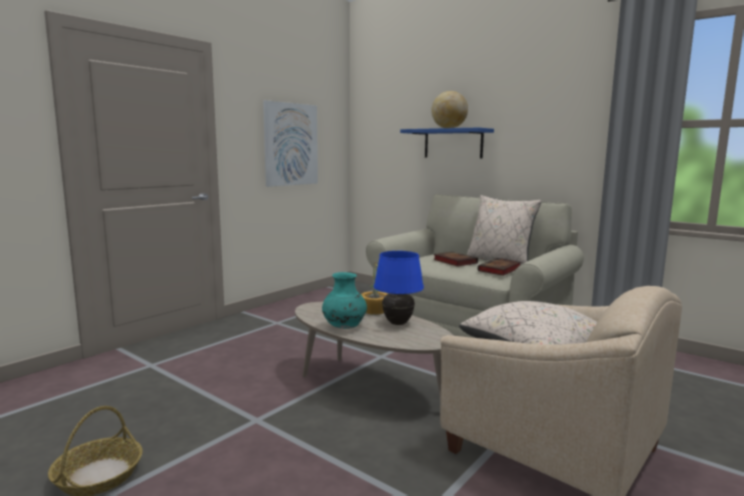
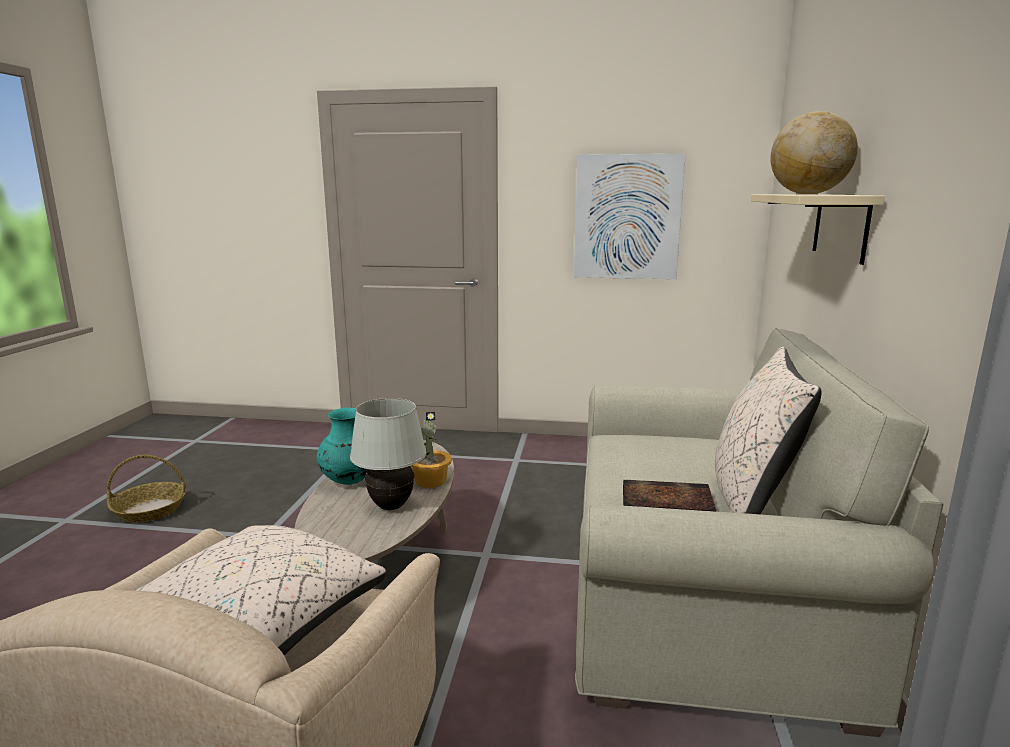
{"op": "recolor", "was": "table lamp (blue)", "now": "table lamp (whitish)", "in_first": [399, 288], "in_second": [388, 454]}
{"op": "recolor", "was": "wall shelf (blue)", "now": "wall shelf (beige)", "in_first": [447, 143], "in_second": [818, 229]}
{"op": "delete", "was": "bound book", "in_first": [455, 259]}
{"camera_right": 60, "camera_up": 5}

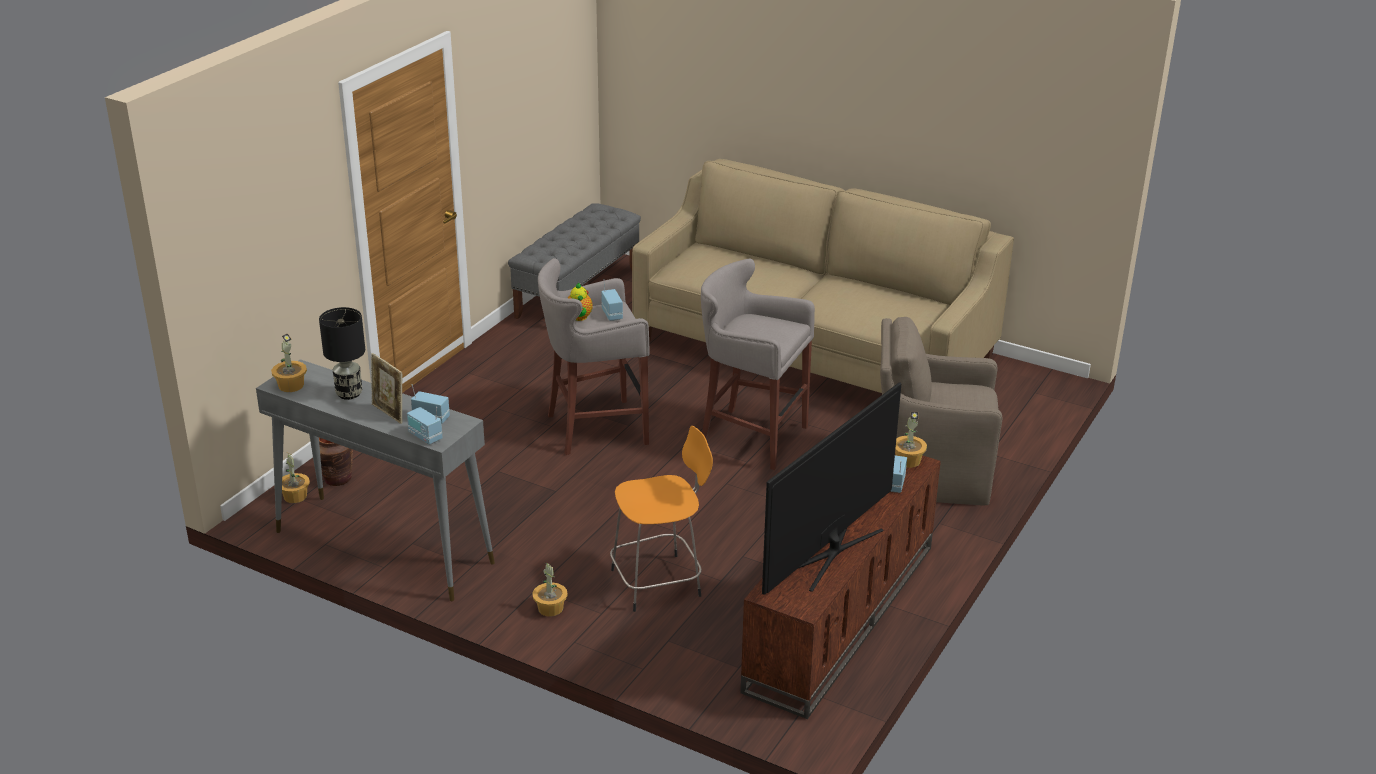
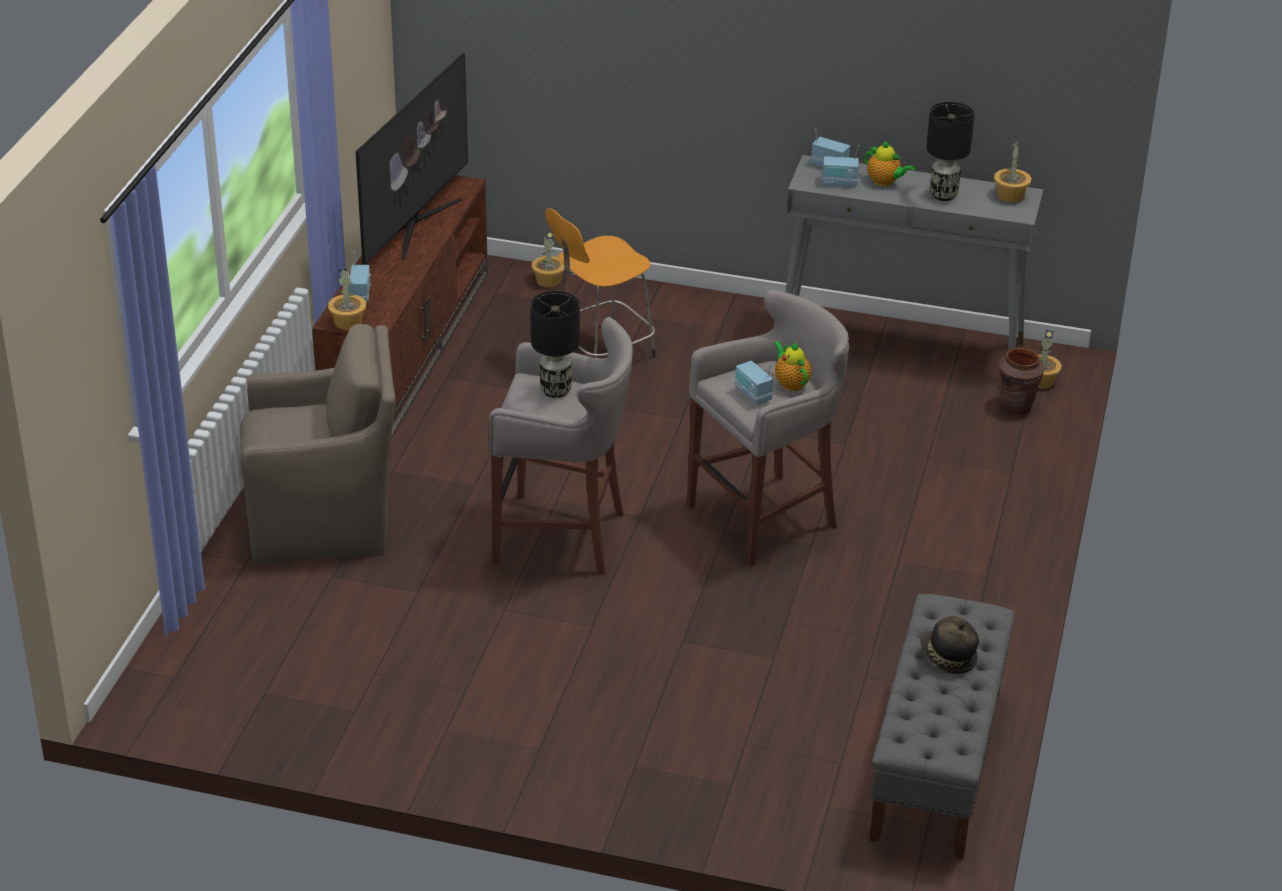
{"op": "insert", "now": "table lamp (black)", "in_second": [555, 344]}
{"op": "move", "was": "potted plant", "in_first": [550, 590], "in_second": [548, 259]}
{"op": "replace", "was": "photo frame", "now": "pot for tea", "in_first": [386, 388], "in_second": [889, 163]}
{"op": "insert", "now": "clothing hat", "in_second": [949, 645]}
{"op": "delete", "was": "settee (beige)", "in_first": [823, 276]}
{"camera_right": 165, "camera_up": 5}

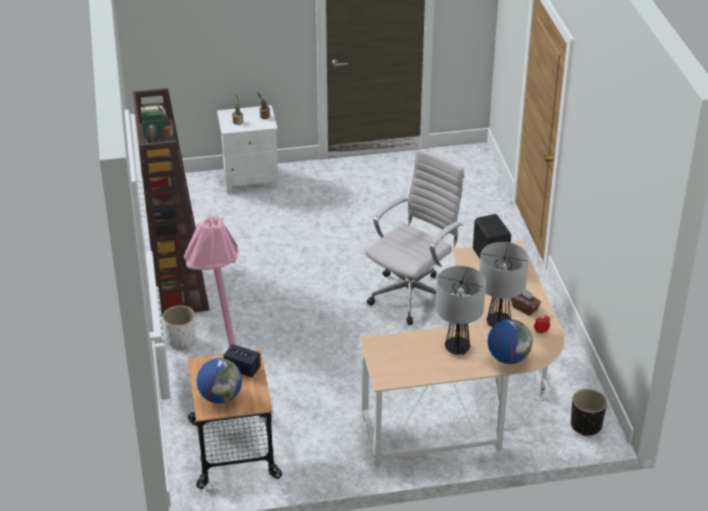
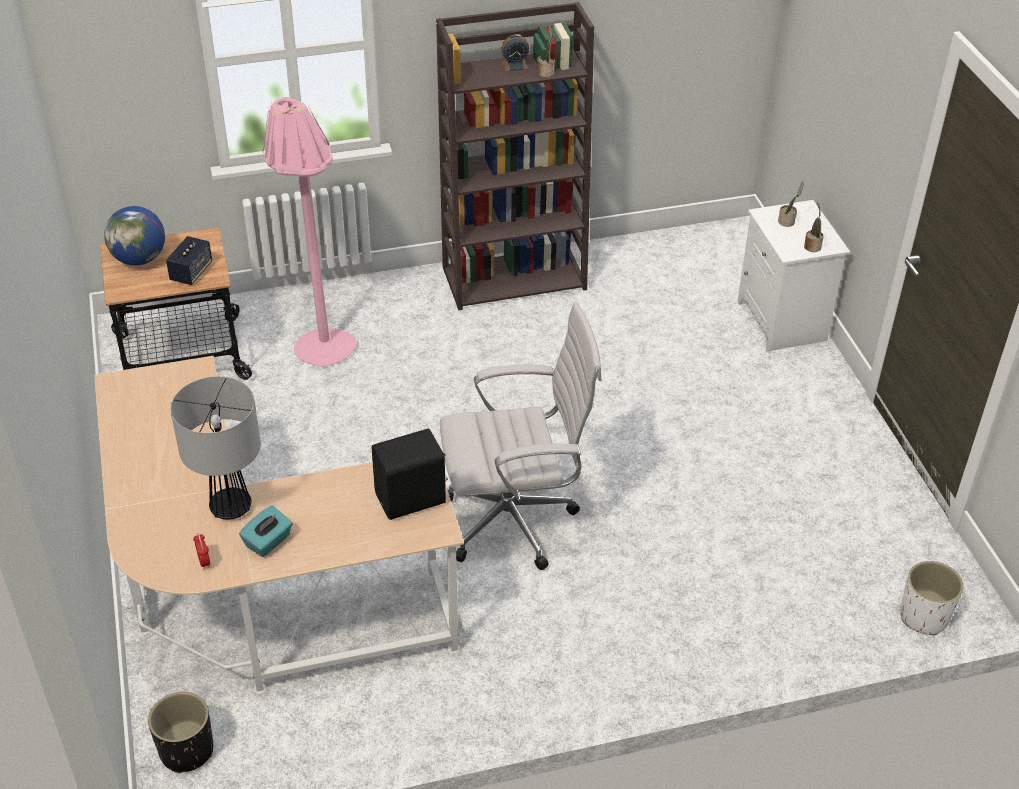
{"op": "recolor", "was": "tissue box (brownish)", "now": "tissue box (blue-green)", "in_first": [526, 303], "in_second": [266, 531]}
{"op": "rotate", "was": "computer chair (whitish)", "in_first": [414, 237], "in_second": [521, 436], "clockwise": -45}
{"op": "move", "was": "planter (whitish)", "in_first": [179, 327], "in_second": [932, 598]}
{"op": "delete", "was": "table lamp", "in_first": [461, 310]}
{"op": "delete", "was": "world globe", "in_first": [510, 341]}
{"camera_right": 85, "camera_up": 5}

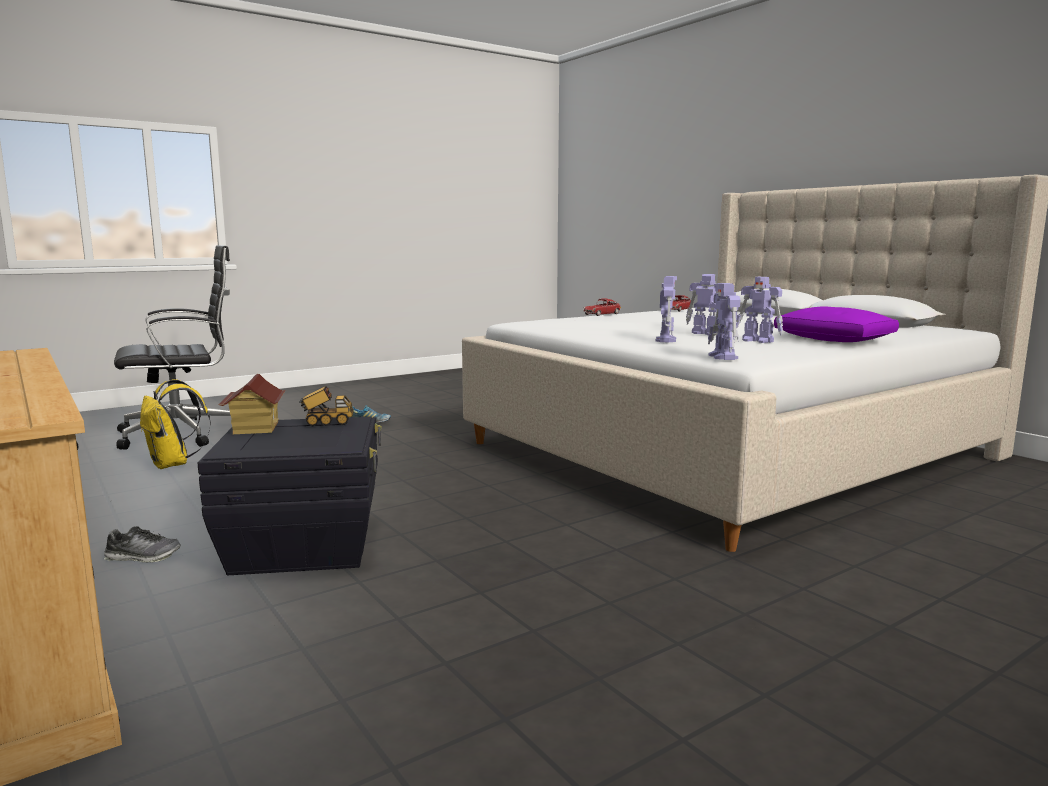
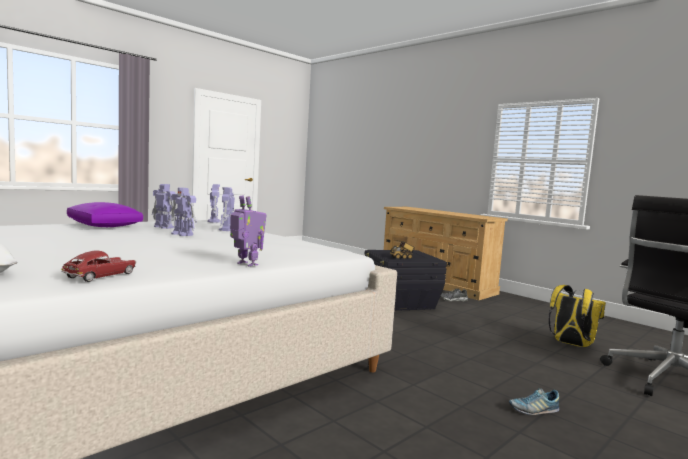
{"op": "replace", "was": "model car", "now": "robot figure", "in_first": [602, 307], "in_second": [248, 231]}
{"op": "delete", "was": "toy house", "in_first": [252, 404]}
{"camera_right": 170, "camera_up": -5}

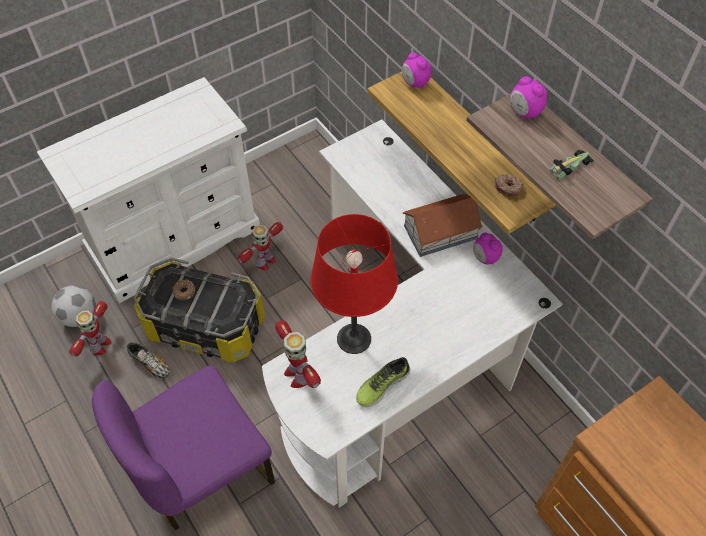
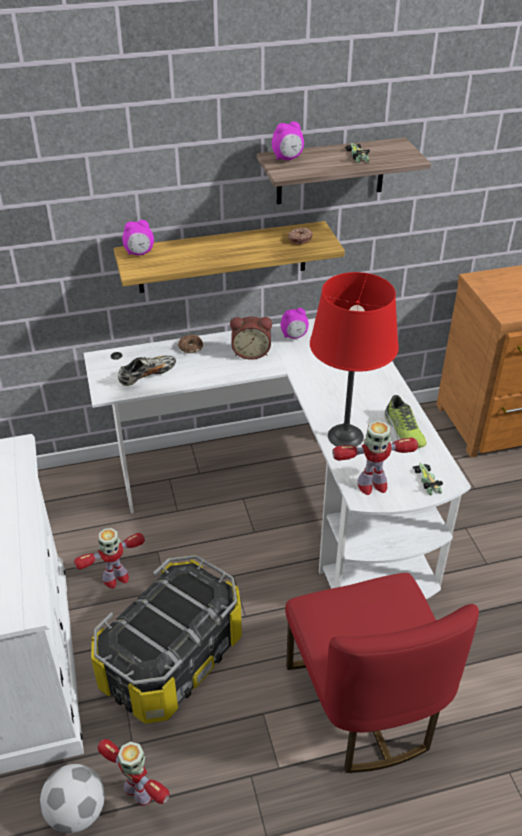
{"op": "rotate", "was": "robot figure", "in_first": [260, 246], "in_second": [109, 558], "clockwise": 90}
{"op": "move", "was": "low shoe", "in_first": [148, 360], "in_second": [147, 370]}
{"op": "move", "was": "donut", "in_first": [183, 289], "in_second": [190, 344]}
{"op": "replace", "was": "toy house", "now": "bedside clock", "in_first": [443, 225], "in_second": [251, 338]}
{"op": "recolor", "was": "plain chair (purple)", "now": "plain chair (reddish)", "in_first": [183, 447], "in_second": [382, 673]}
{"op": "insert", "now": "model car", "in_second": [428, 479]}
{"camera_right": -70, "camera_up": -15}

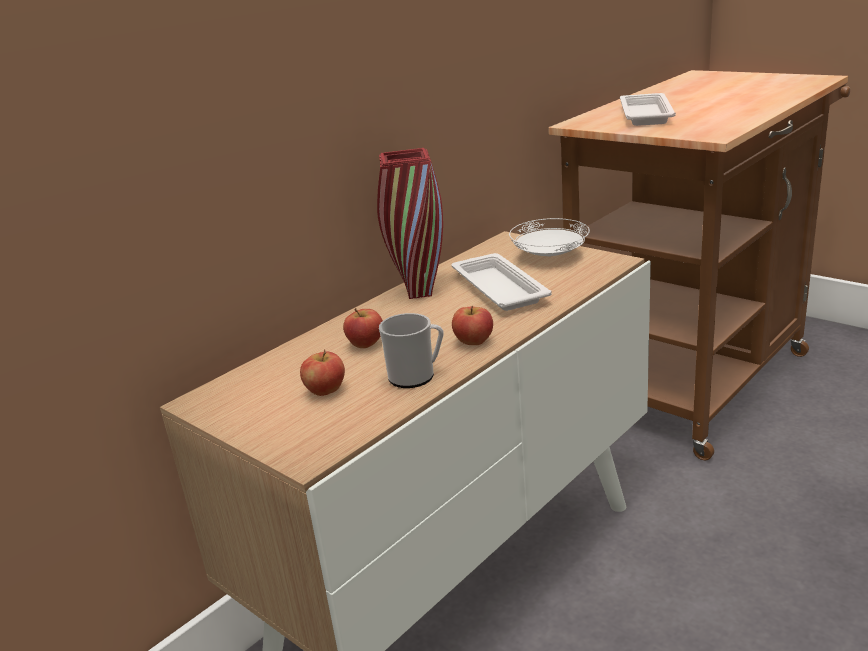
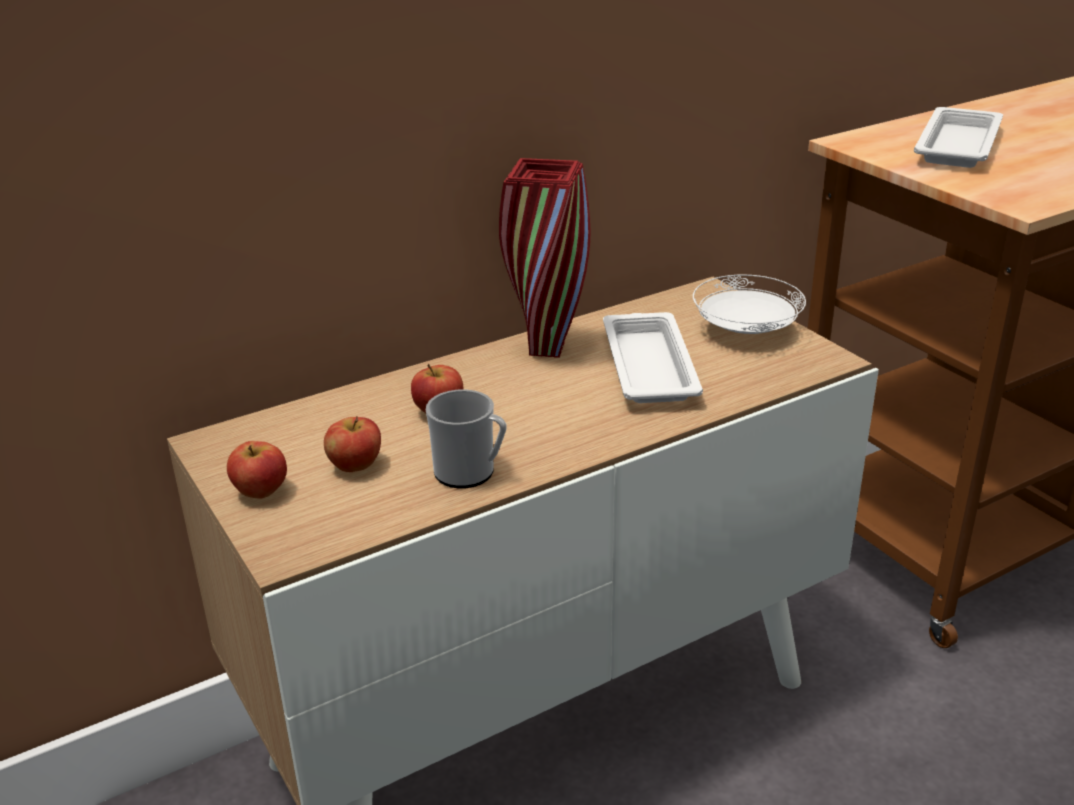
{"op": "move", "was": "apple", "in_first": [472, 325], "in_second": [257, 470]}
{"camera_right": 15, "camera_up": 5}

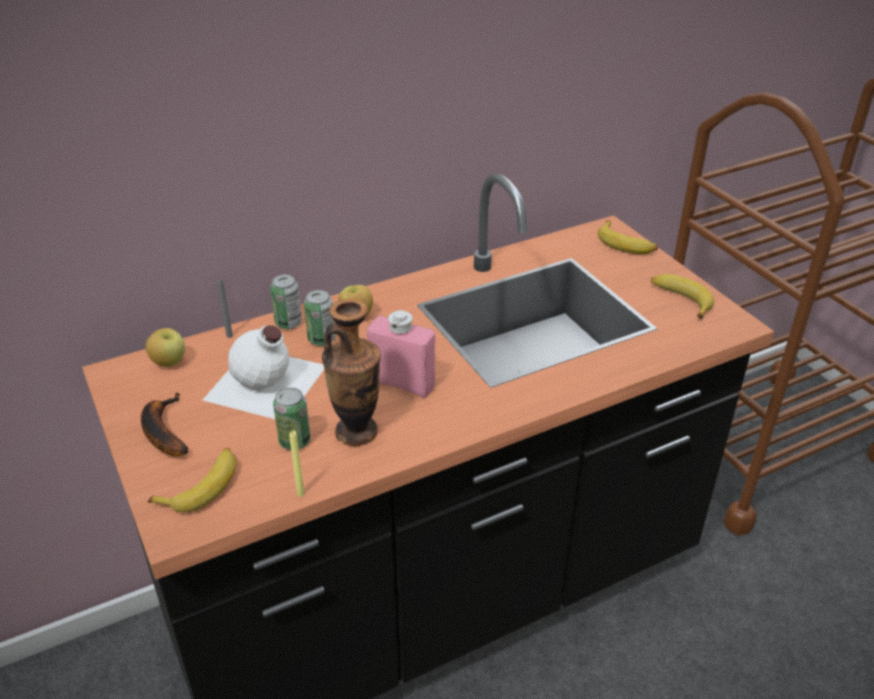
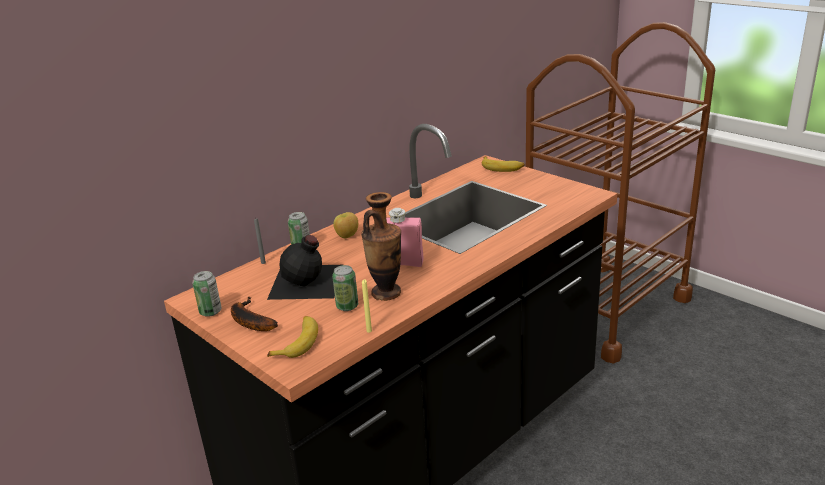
{"op": "move", "was": "can", "in_first": [319, 318], "in_second": [207, 294]}
{"op": "recolor", "was": "beverage bottle (whitish)", "now": "beverage bottle (black)", "in_first": [263, 372], "in_second": [304, 267]}
{"op": "delete", "was": "apple", "in_first": [165, 347]}
{"op": "delete", "was": "banana fruit", "in_first": [682, 296]}
{"camera_right": -15, "camera_up": -10}

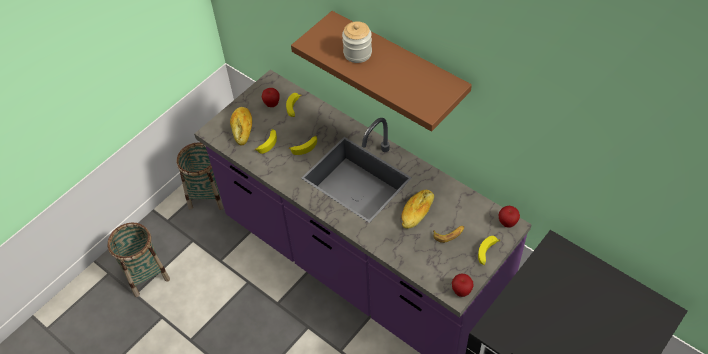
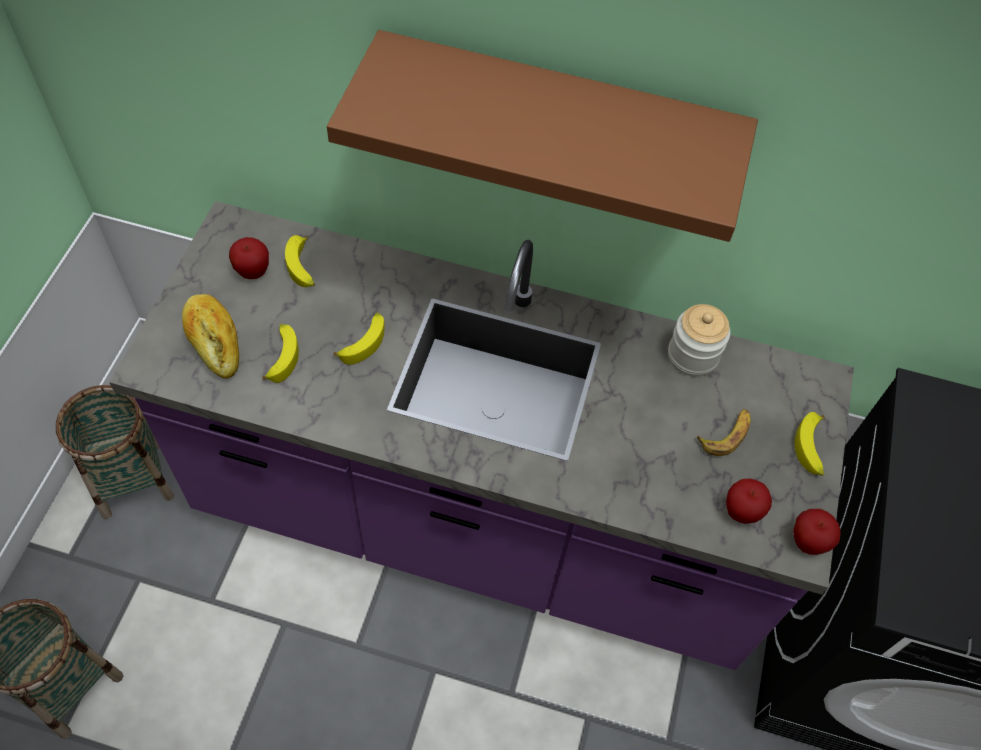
{"op": "move", "was": "jar", "in_first": [357, 42], "in_second": [699, 340]}
{"op": "move", "was": "apple", "in_first": [509, 217], "in_second": [749, 501]}
{"op": "delete", "was": "bread", "in_first": [417, 209]}
{"camera_right": -30, "camera_up": 5}

